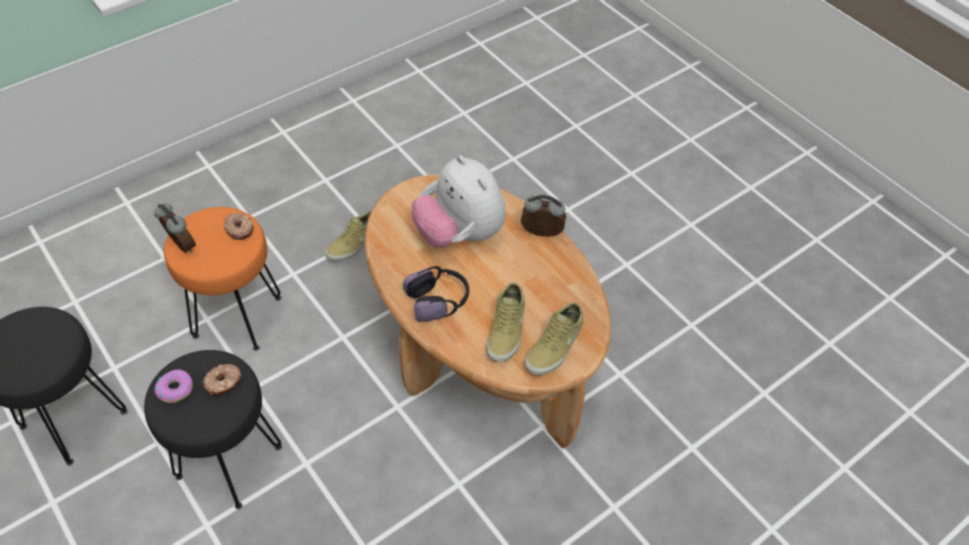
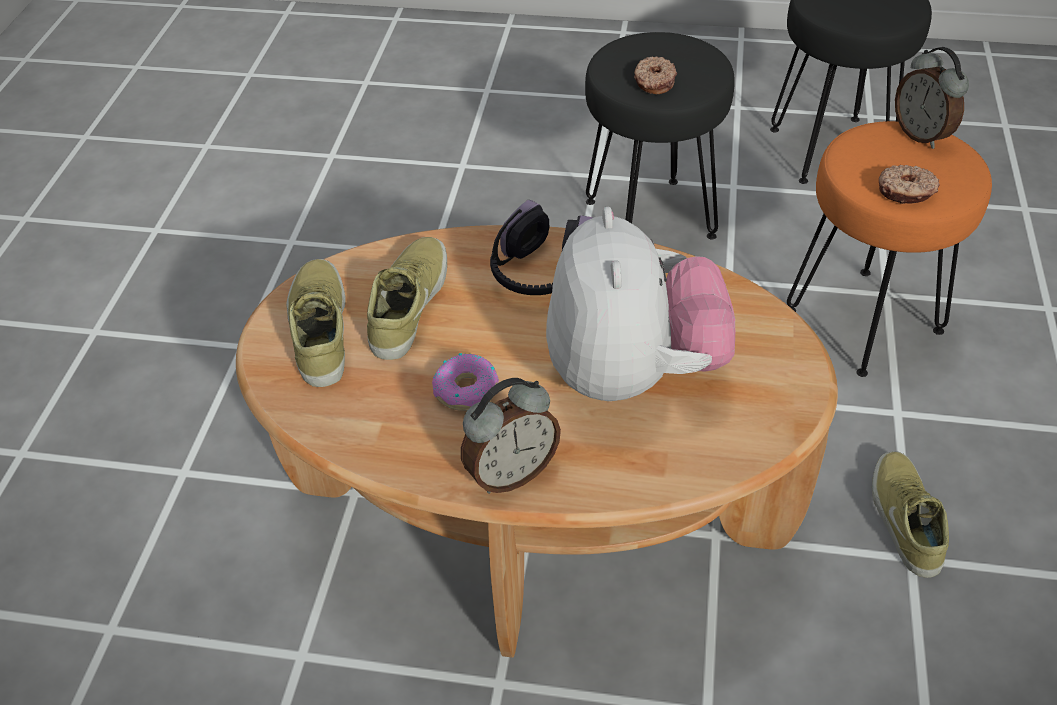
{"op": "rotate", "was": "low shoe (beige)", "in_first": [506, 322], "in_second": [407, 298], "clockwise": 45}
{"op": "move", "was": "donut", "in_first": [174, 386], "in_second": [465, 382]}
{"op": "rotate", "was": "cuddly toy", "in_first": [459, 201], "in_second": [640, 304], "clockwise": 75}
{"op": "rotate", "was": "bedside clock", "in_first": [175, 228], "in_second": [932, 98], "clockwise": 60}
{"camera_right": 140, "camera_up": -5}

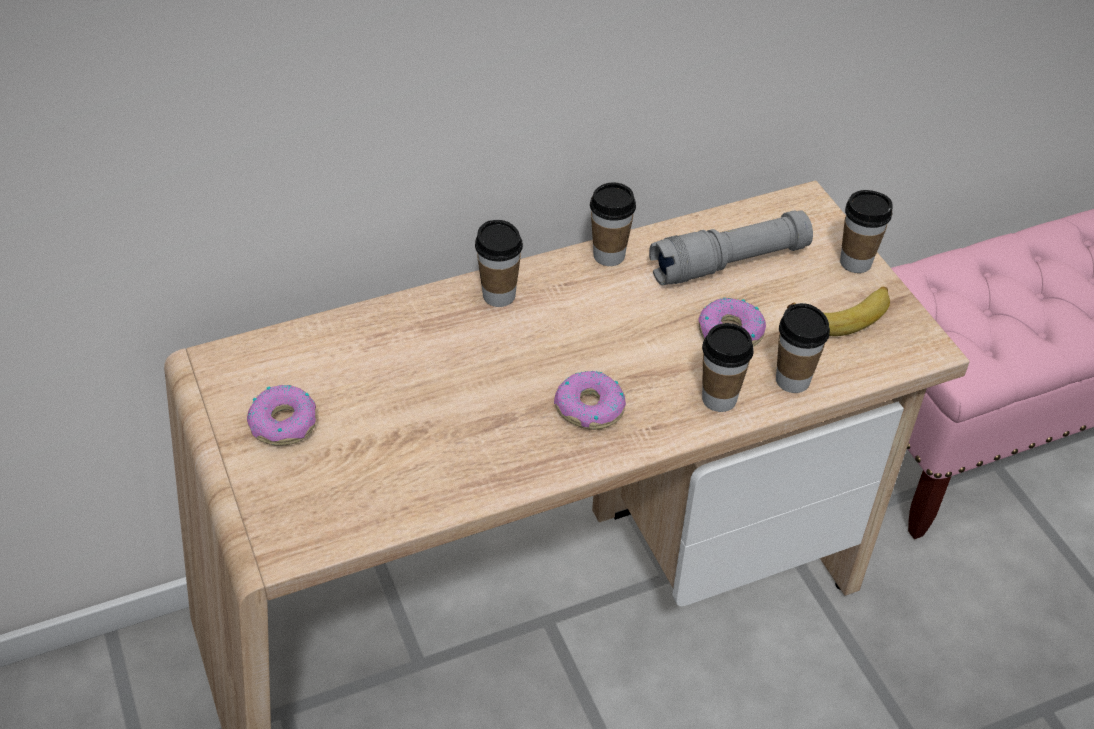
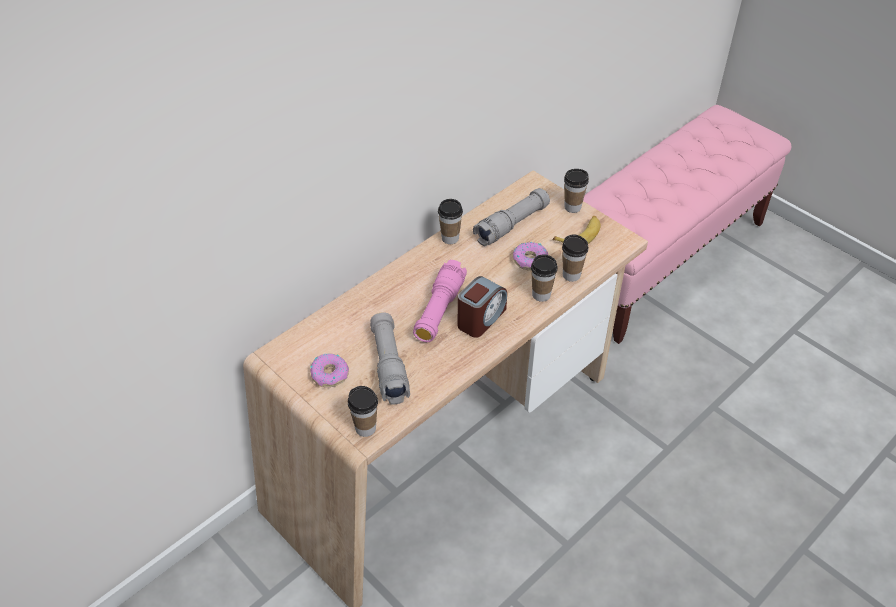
{"op": "move", "was": "small cup", "in_first": [499, 263], "in_second": [363, 411]}
{"op": "insert", "now": "hand torch (gray)", "in_second": [390, 358]}
{"op": "insert", "now": "hand torch (pink)", "in_second": [440, 301]}
{"op": "replace", "was": "donut", "now": "bedside clock", "in_first": [590, 400], "in_second": [482, 307]}
{"camera_right": -20, "camera_up": 0}

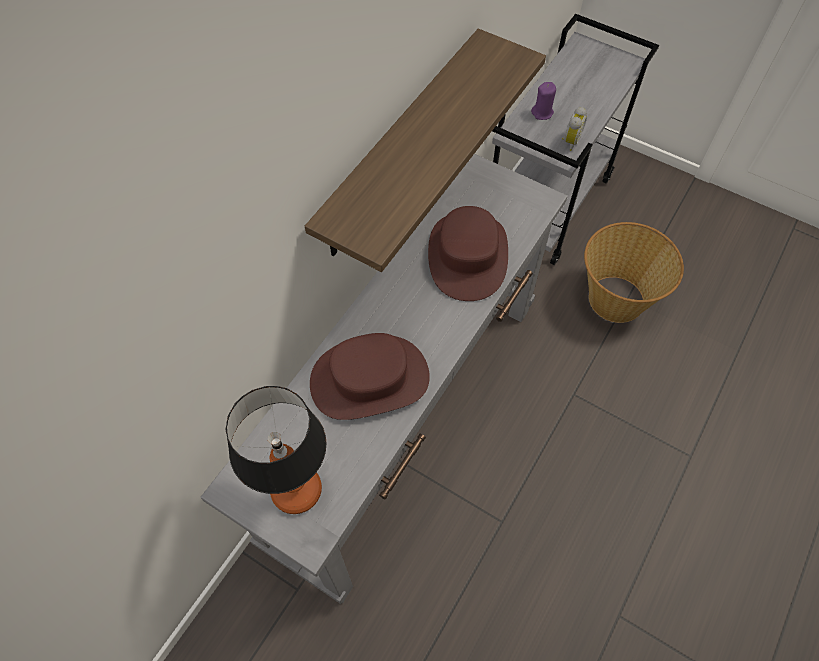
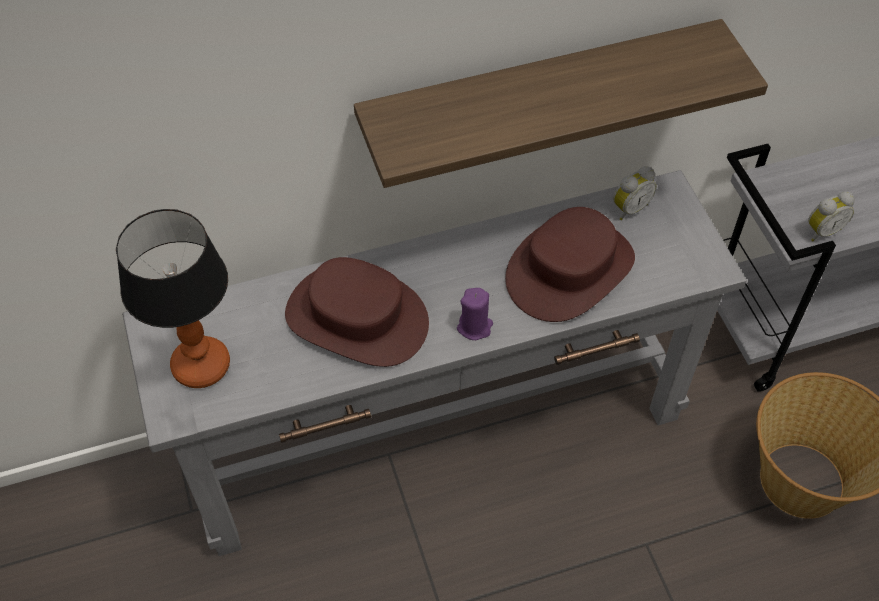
{"op": "move", "was": "candle (purple)", "in_first": [543, 101], "in_second": [475, 314]}
{"op": "insert", "now": "bedside clock", "in_second": [635, 193]}
{"camera_right": 40, "camera_up": -5}

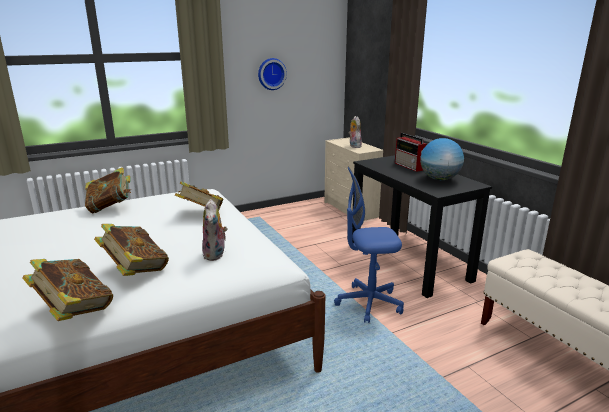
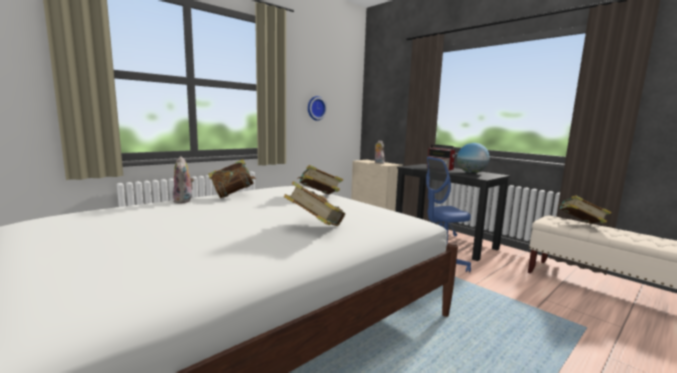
{"op": "move", "was": "cuddly toy", "in_first": [214, 230], "in_second": [183, 179]}
{"op": "move", "was": "bound book", "in_first": [67, 290], "in_second": [586, 209]}
{"camera_right": -15, "camera_up": -10}

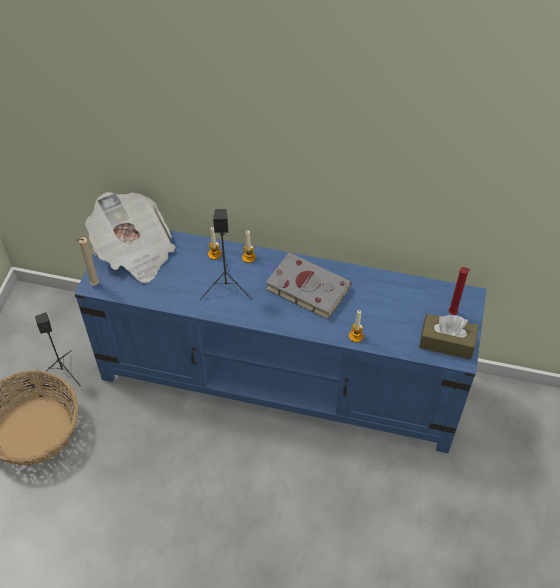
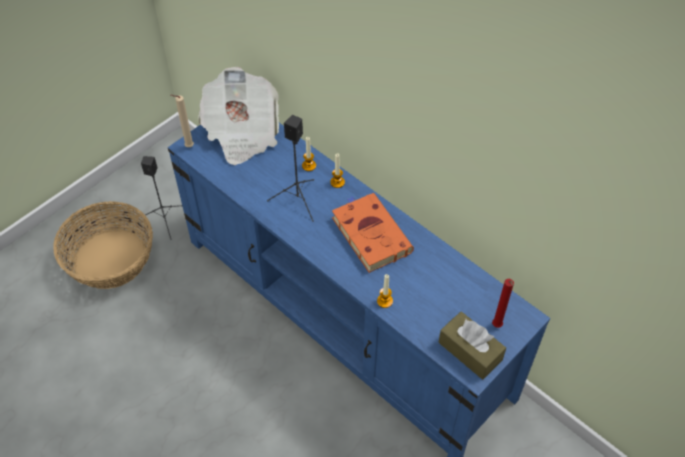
{"op": "recolor", "was": "bound book (gray)", "now": "bound book (orangey)", "in_first": [308, 286], "in_second": [373, 233]}
{"camera_right": 30, "camera_up": 0}

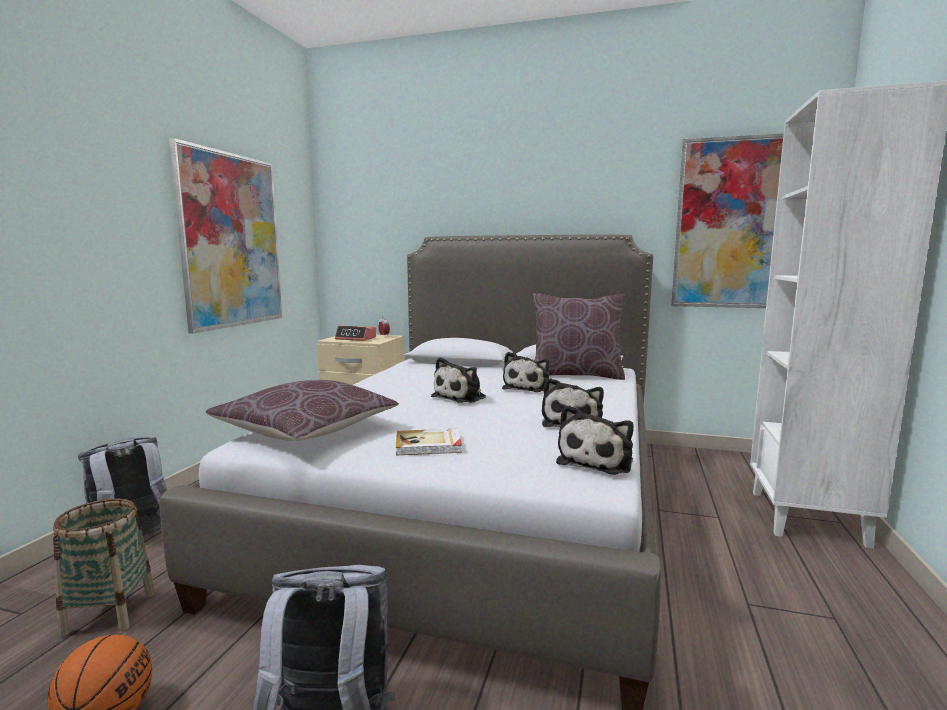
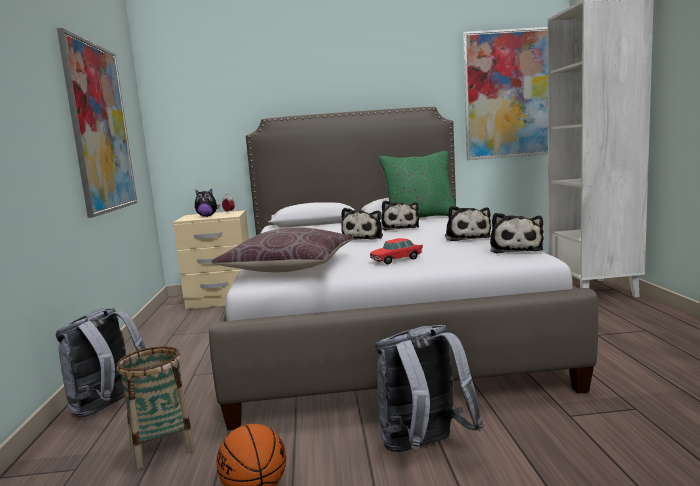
{"op": "replace", "was": "bedside clock", "now": "cuddly toy", "in_first": [355, 333], "in_second": [207, 203]}
{"op": "replace", "was": "bound book", "now": "model car", "in_first": [429, 442], "in_second": [396, 251]}
{"op": "recolor", "was": "throw pillow (brownish)", "now": "throw pillow (green-coloured)", "in_first": [579, 336], "in_second": [417, 184]}
{"camera_right": -20, "camera_up": 0}

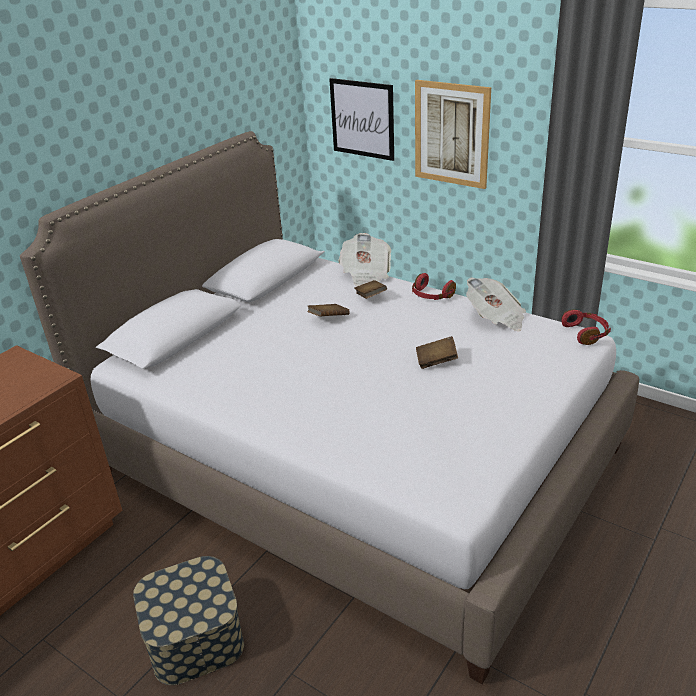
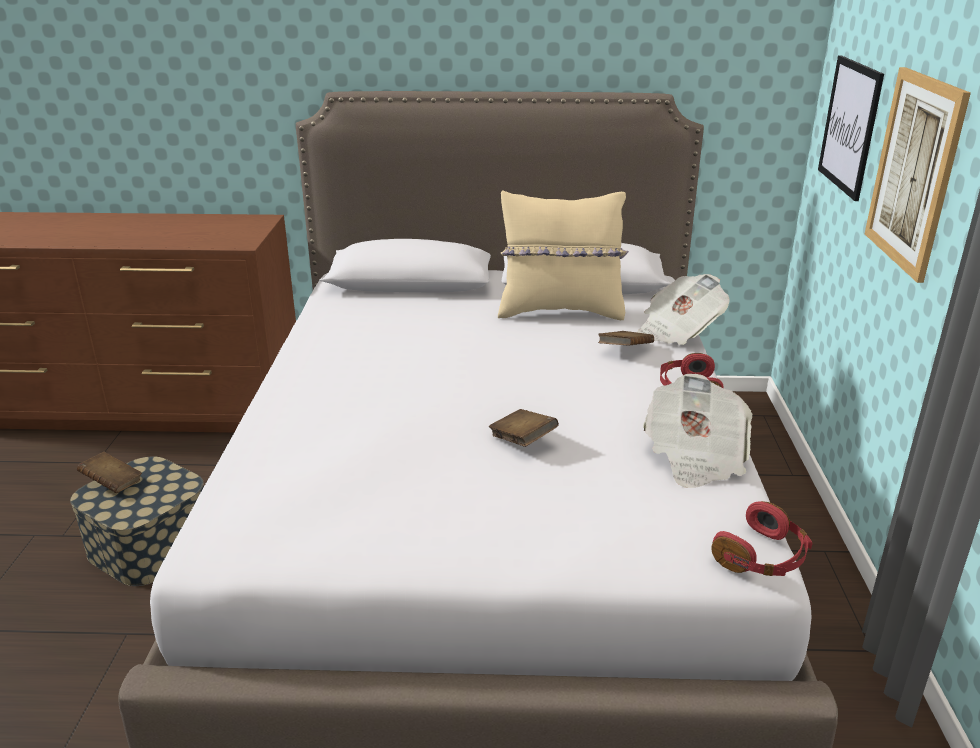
{"op": "move", "was": "bound book (brownish)", "in_first": [328, 310], "in_second": [109, 472]}
{"op": "insert", "now": "throw pillow (beige)", "in_second": [563, 255]}
{"camera_right": 55, "camera_up": -5}

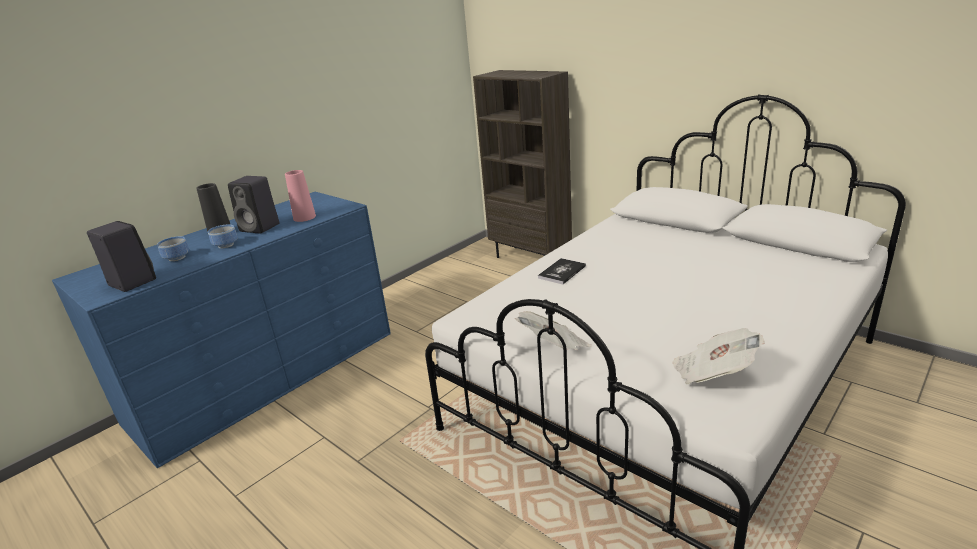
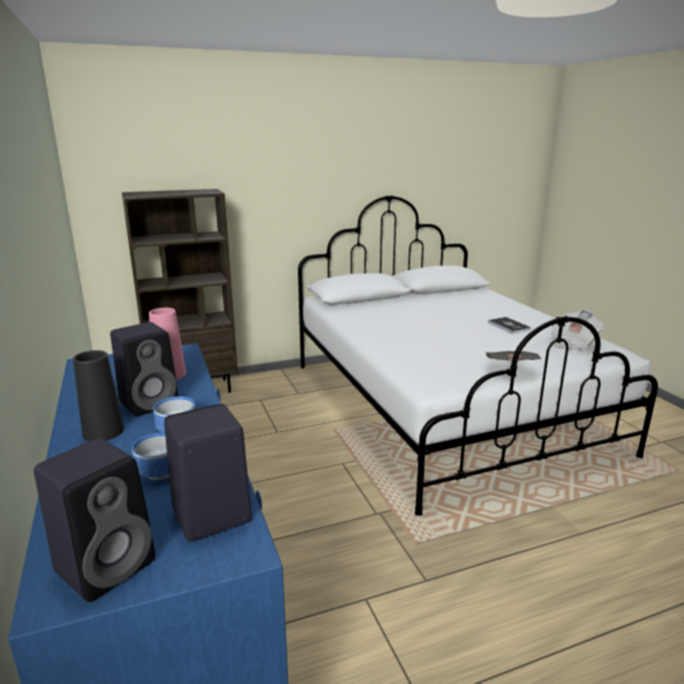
{"op": "insert", "now": "speaker (black)", "in_second": [94, 520]}
{"op": "move", "was": "bound book", "in_first": [562, 271], "in_second": [509, 325]}
{"camera_right": -65, "camera_up": -5}

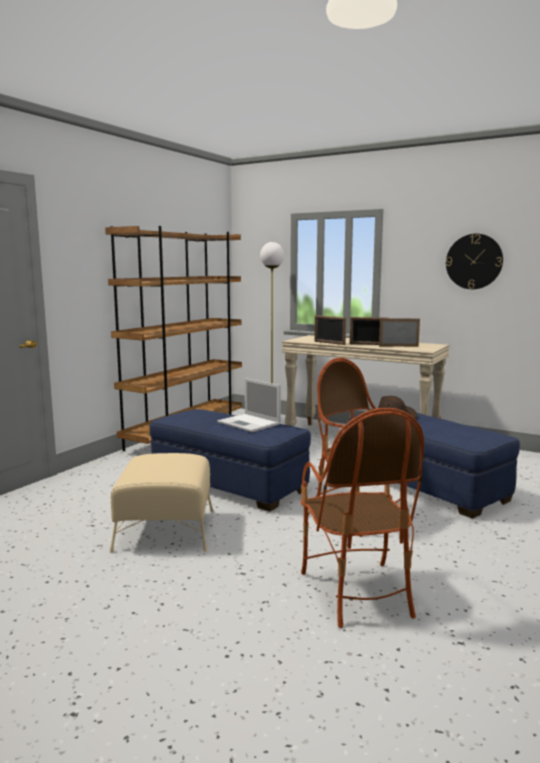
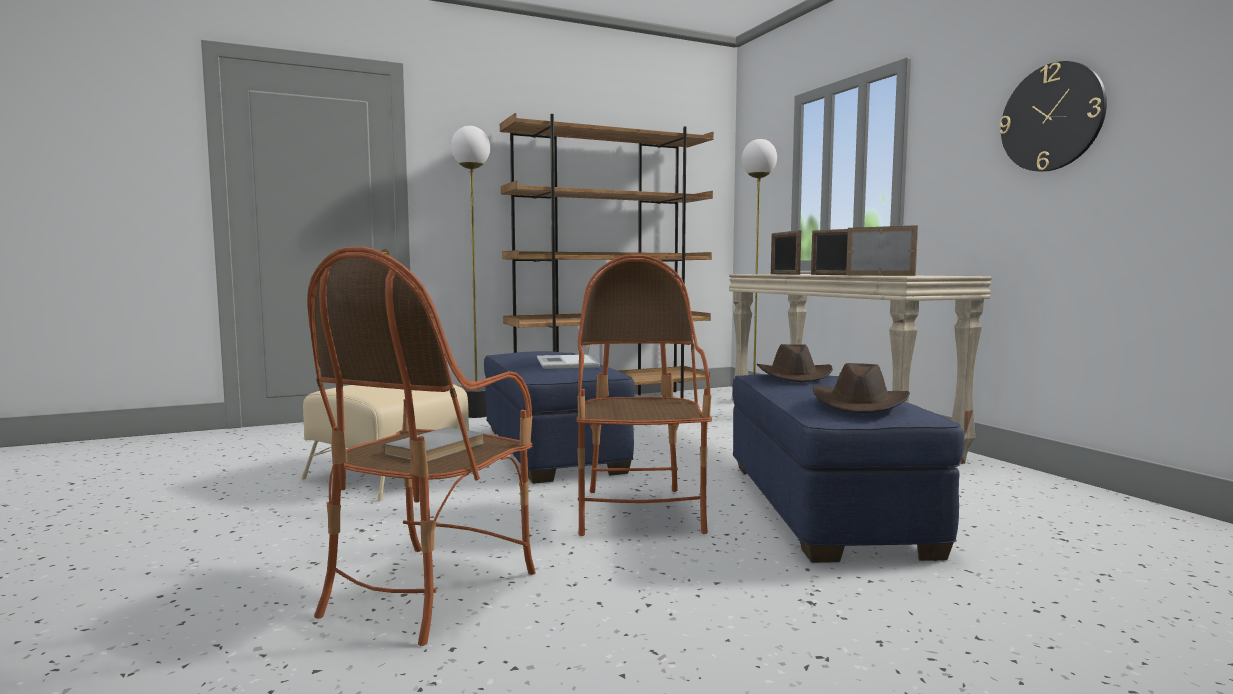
{"op": "insert", "now": "bound book (gray)", "in_second": [434, 444]}
{"op": "insert", "now": "floor lamp", "in_second": [470, 272]}
{"op": "insert", "now": "clothing hat (brownish)", "in_second": [861, 388]}
{"camera_right": 35, "camera_up": -5}

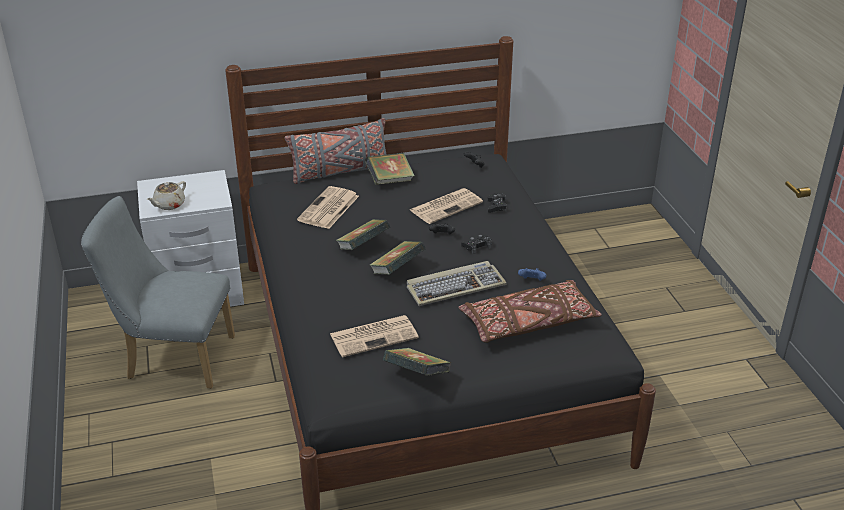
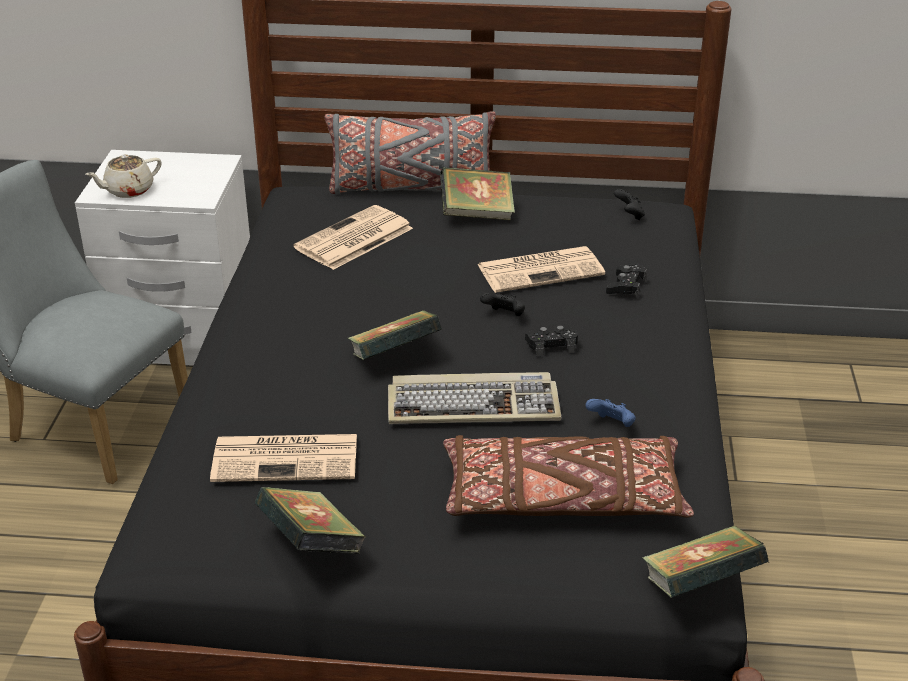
{"op": "move", "was": "bound book", "in_first": [362, 234], "in_second": [705, 561]}
{"camera_right": 20, "camera_up": 0}

